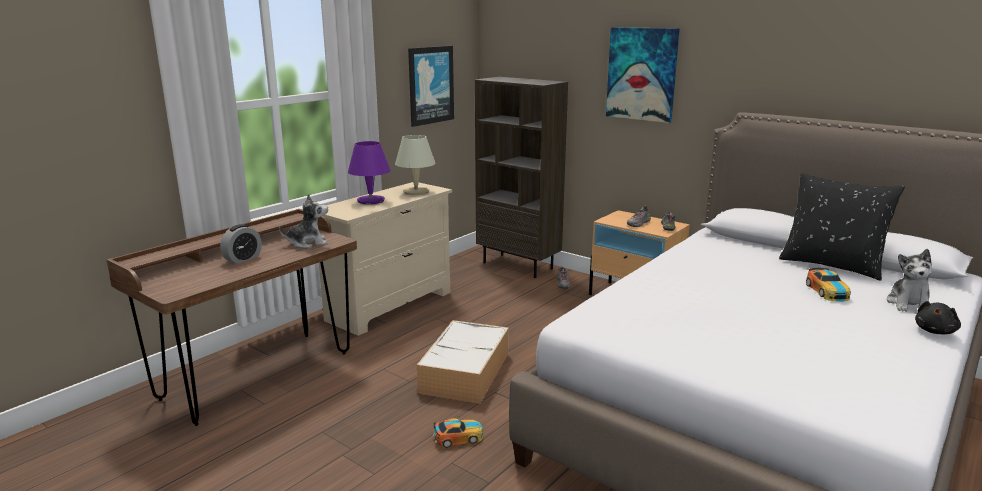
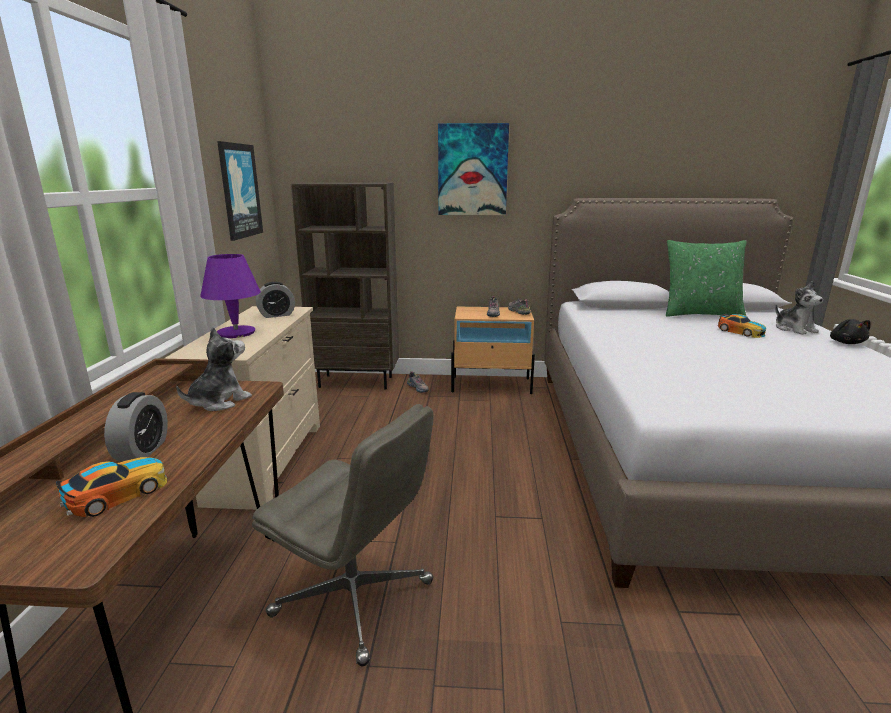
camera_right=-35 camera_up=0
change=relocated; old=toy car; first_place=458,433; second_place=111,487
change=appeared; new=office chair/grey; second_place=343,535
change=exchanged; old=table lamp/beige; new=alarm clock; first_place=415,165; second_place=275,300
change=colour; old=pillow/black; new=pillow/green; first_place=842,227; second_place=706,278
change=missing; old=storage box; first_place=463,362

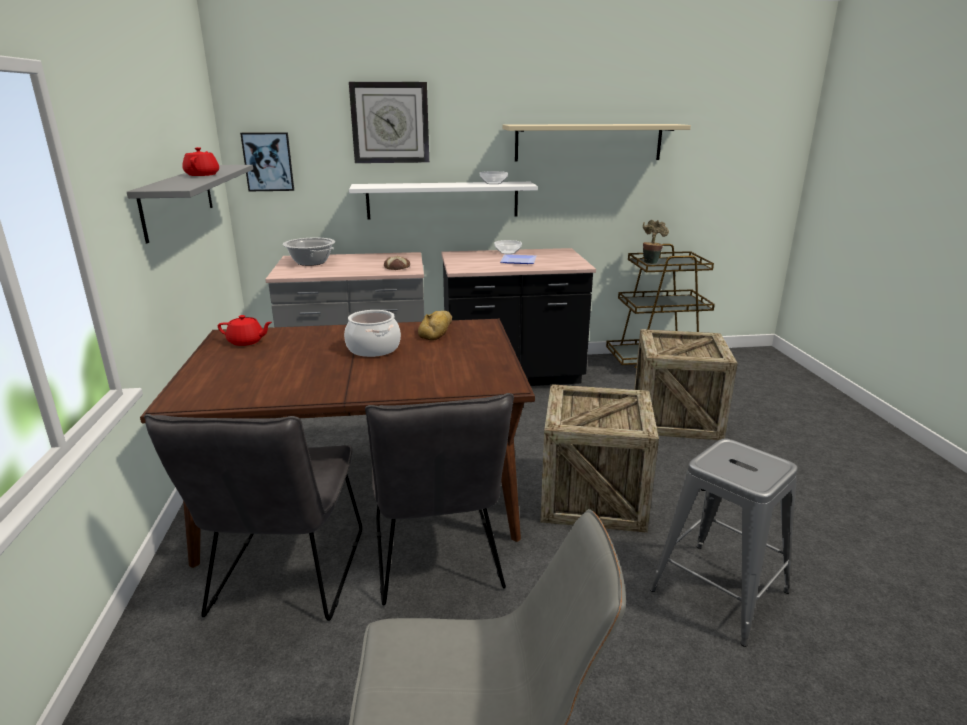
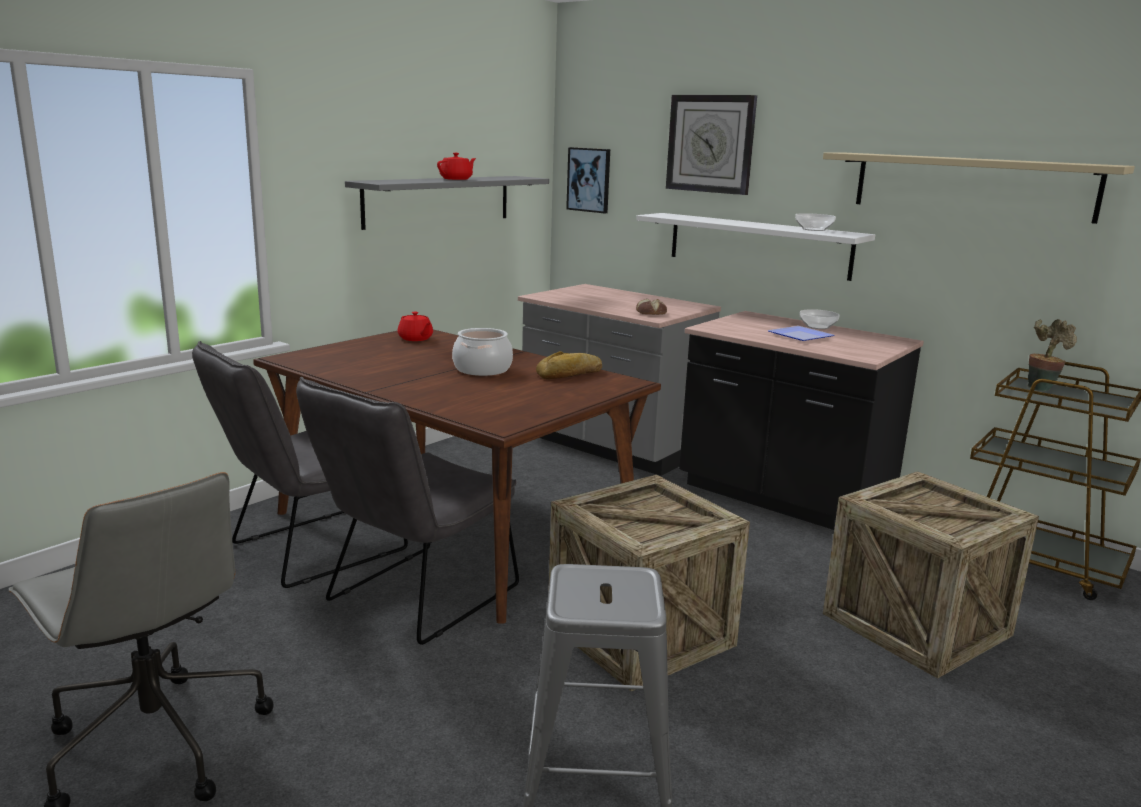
camera_right=45 camera_up=-5
change=missing; old=cooking pot; first_place=309,252

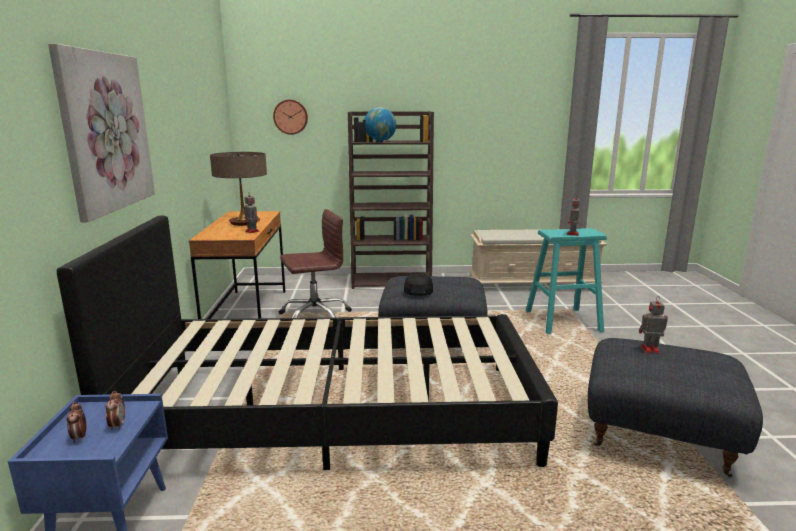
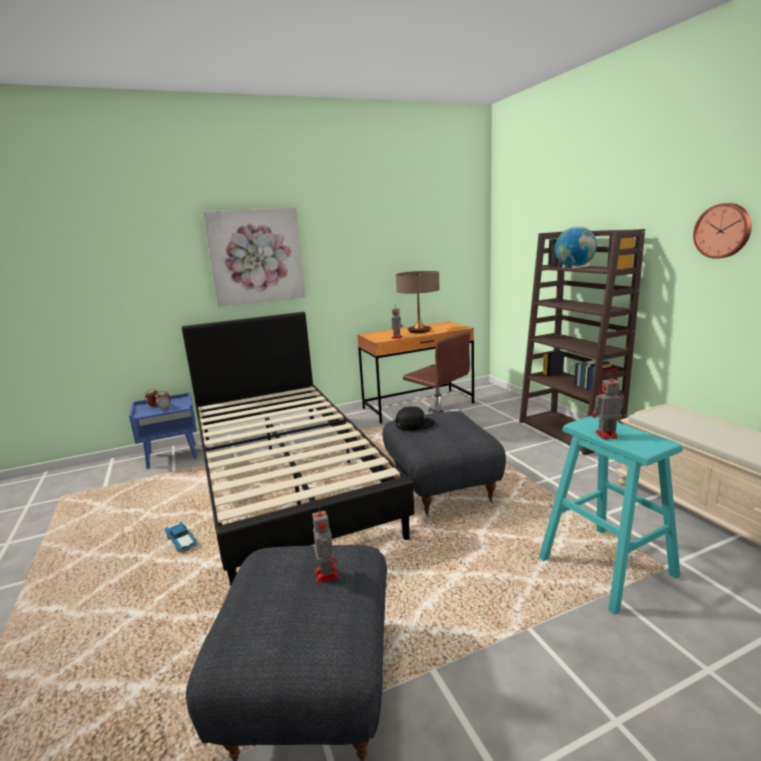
camera_right=70 camera_up=0
change=appeared; new=toy car; second_place=181,537
change=relocated; old=wall clock; first_place=290,117; second_place=722,231

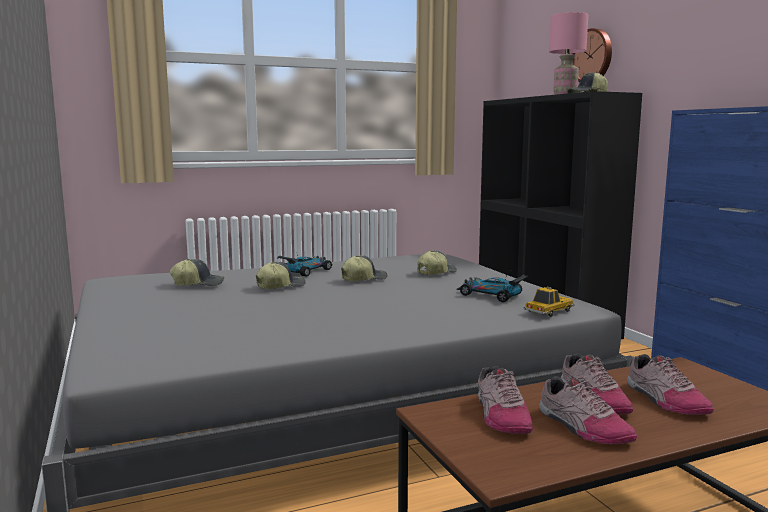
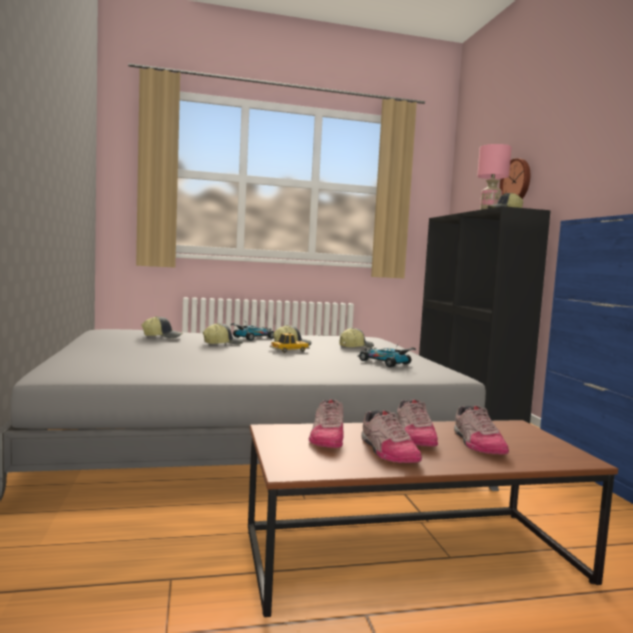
camera_right=10 camera_up=-5
change=relocated; old=toy car; first_place=549,301; second_place=290,342

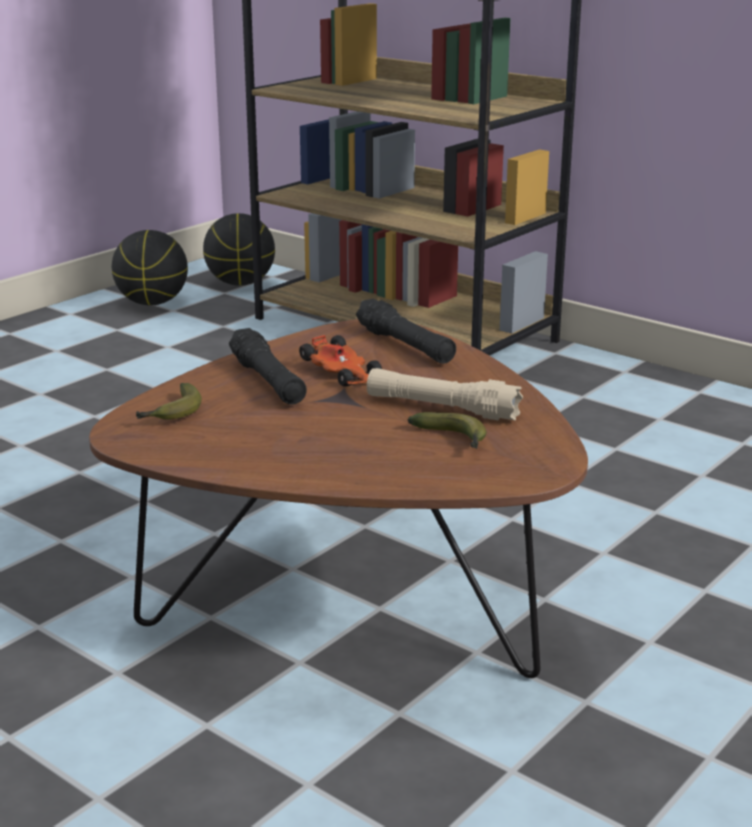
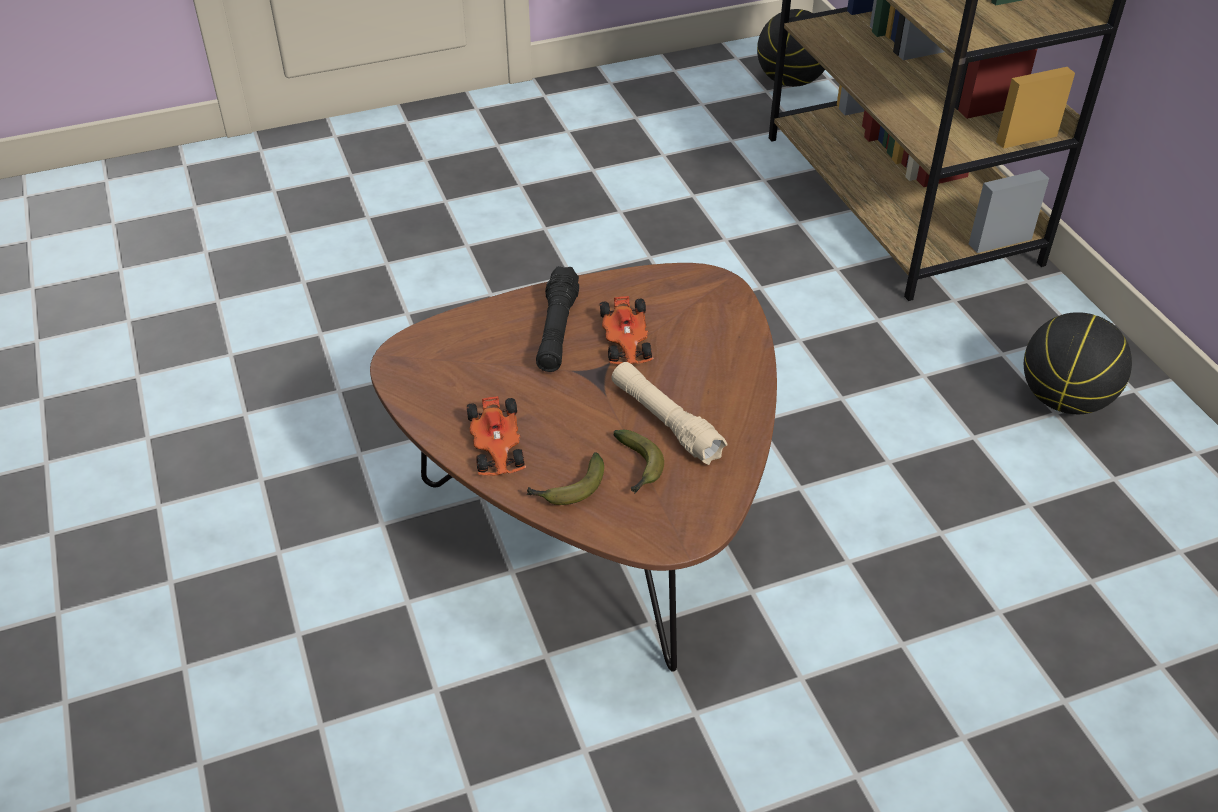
camera_right=30 camera_up=20
change=appeared; new=toy car; second_place=496,435
change=relocated; old=banana; first_place=169,401; second_place=565,478
change=relocated; old=basketball; first_place=150,267; second_place=1078,363
change=missing; old=flashlight/black; first_place=406,331

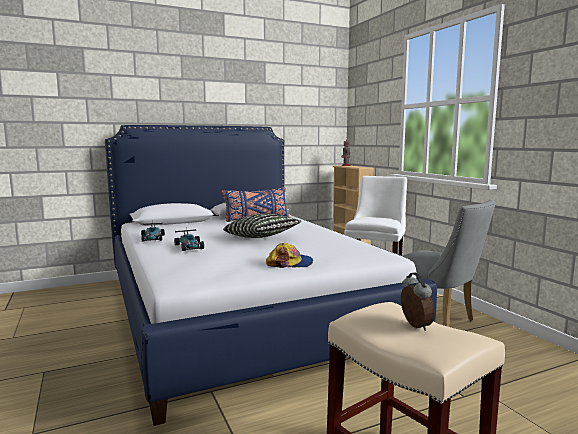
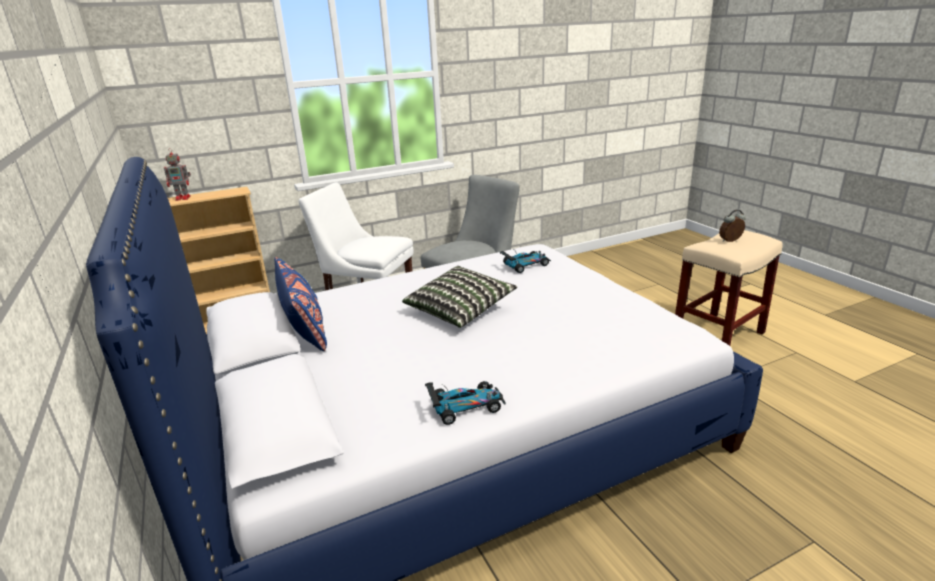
camera_right=-90 camera_up=15
change=relocated; old=toy car; first_place=189,238; second_place=525,262
change=missing; old=cap; first_place=289,255

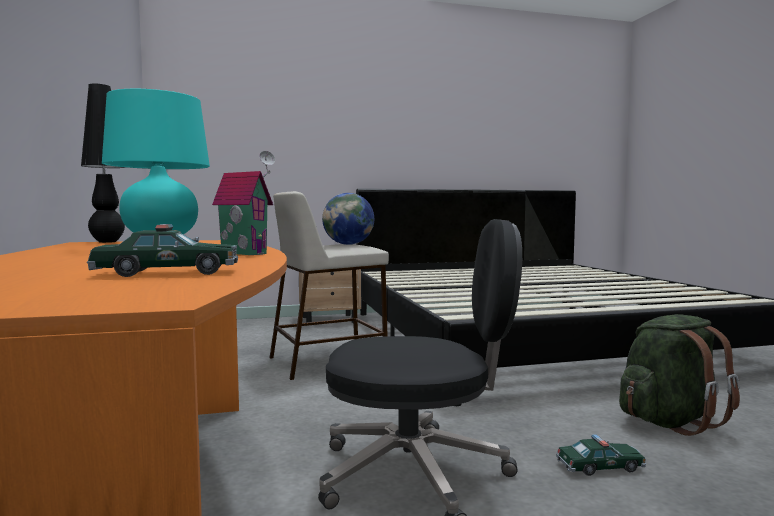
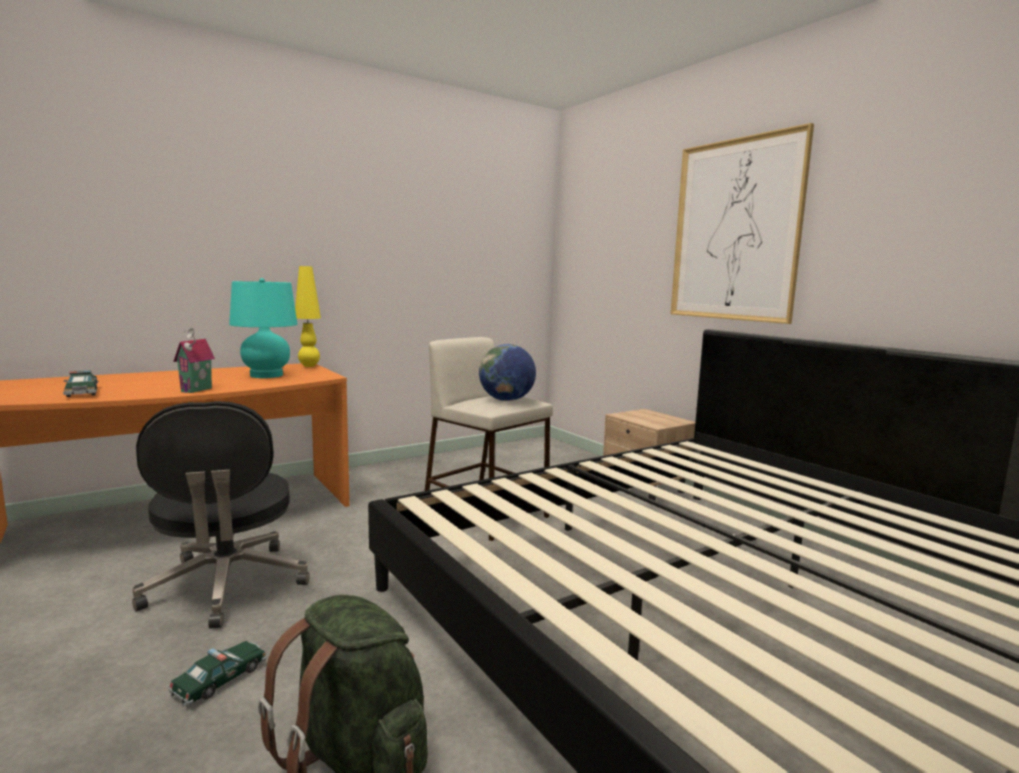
camera_right=70 camera_up=5
change=spun; old=toy car; first_place=601,455; second_place=217,673; degrees=-120
change=colour; old=table lamp/black; new=table lamp/yellow; first_place=103,163; second_place=308,316
change=appeared; new=picture; second_place=742,223

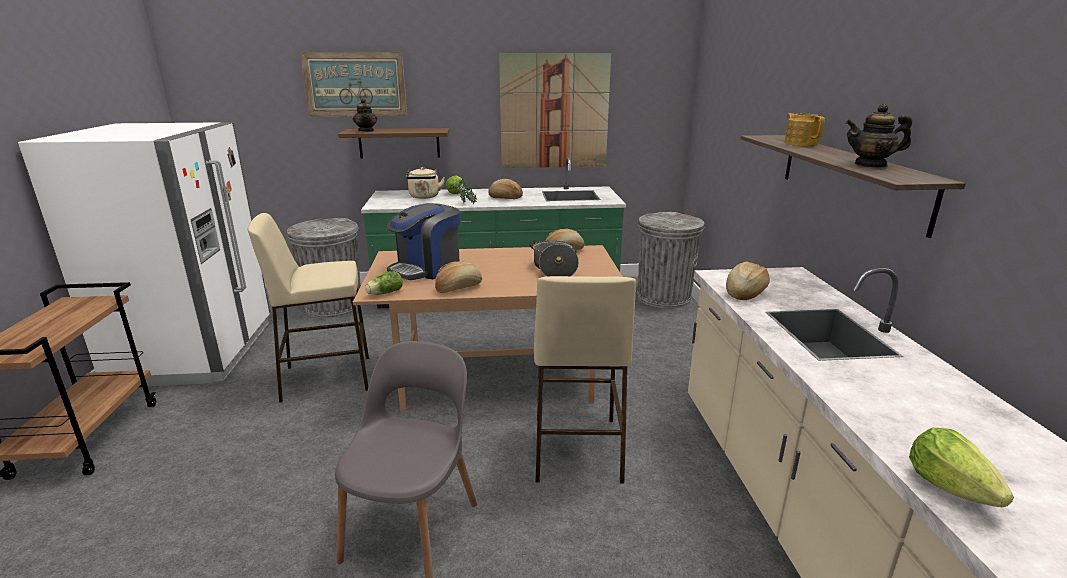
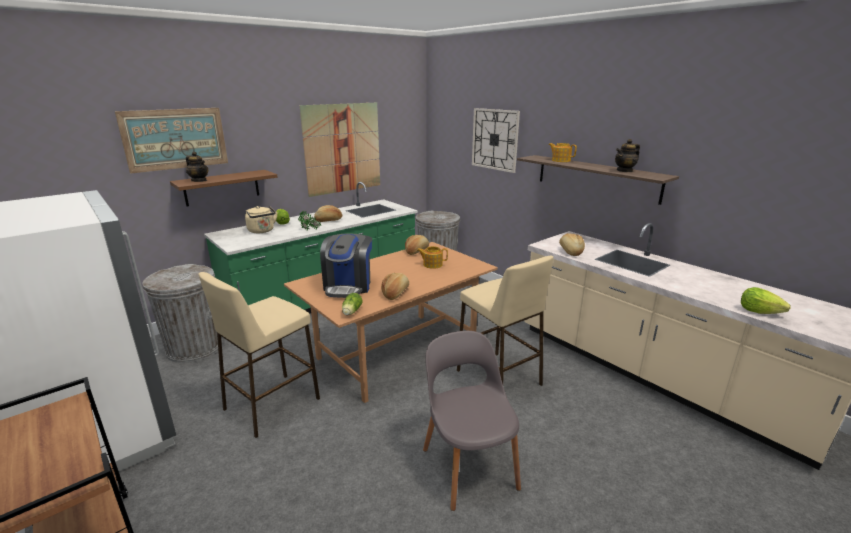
camera_right=-35 camera_up=0
change=exchanged; old=cooking pot; new=teapot; first_place=554,258; second_place=432,257
change=appeared; new=wall clock; second_place=496,140

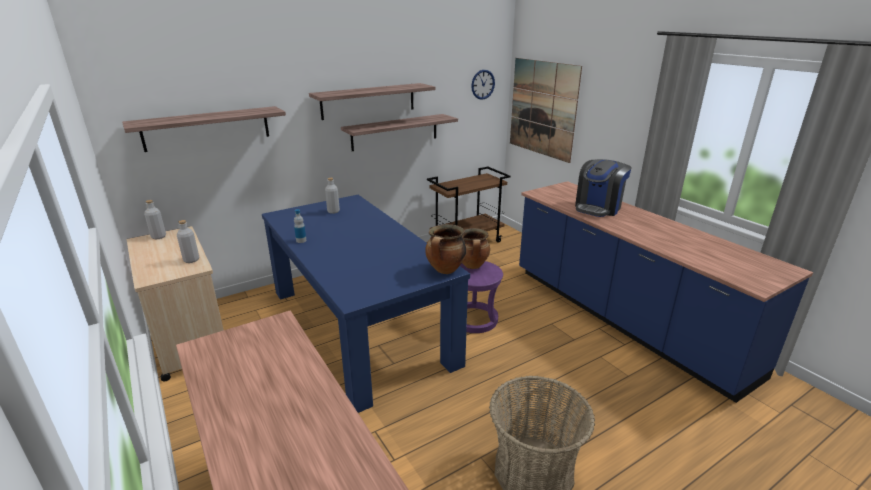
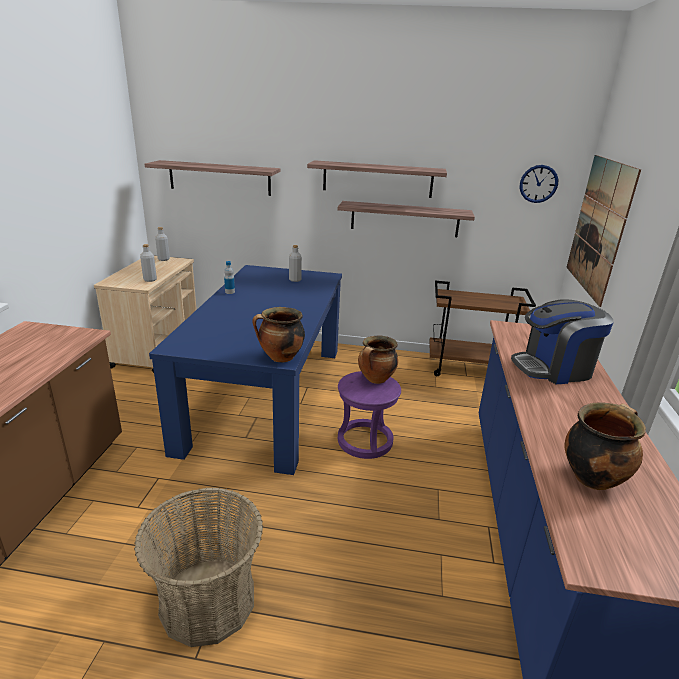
camera_right=40 camera_up=0
change=appeared; new=cooking pot; second_place=605,446

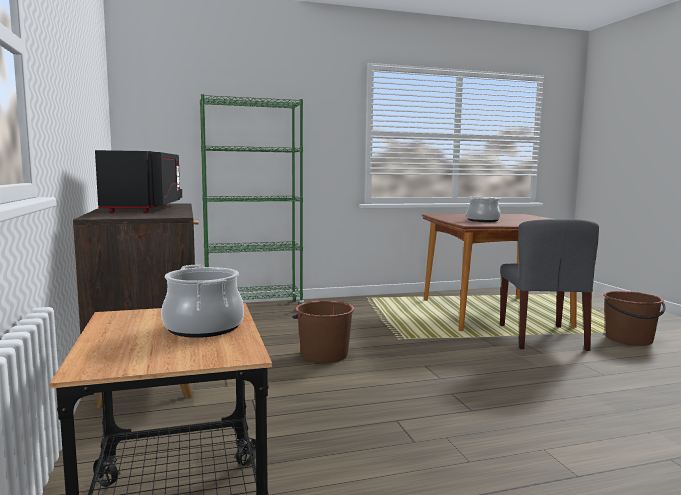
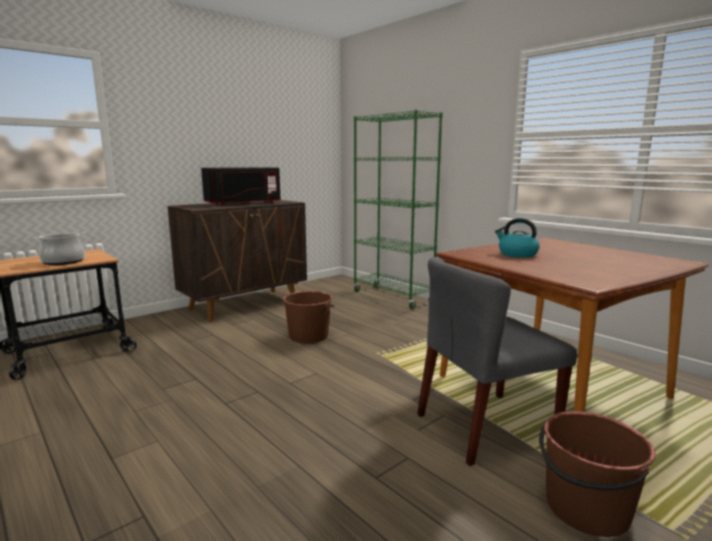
camera_right=65 camera_up=5
change=exchanged; old=cooking pot; new=kettle; first_place=484,209; second_place=517,238

